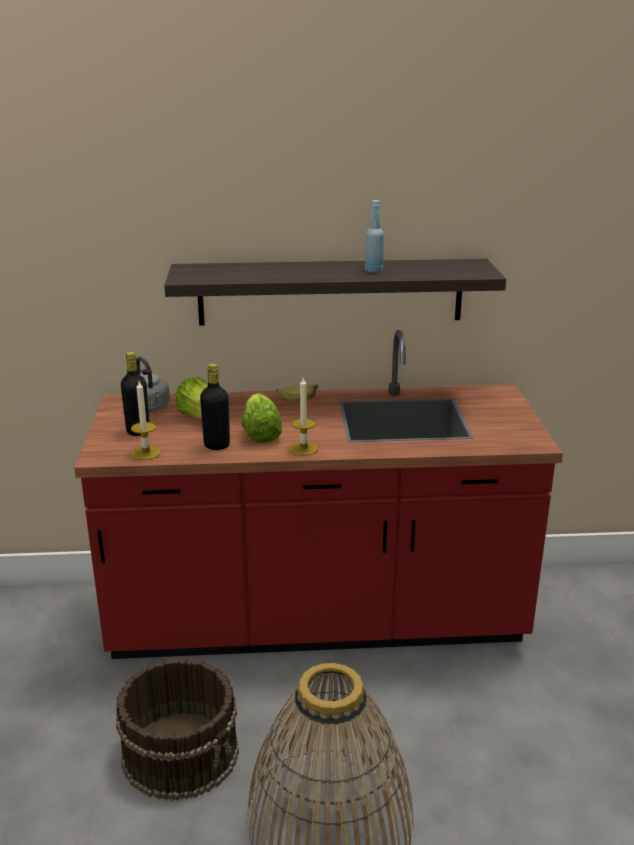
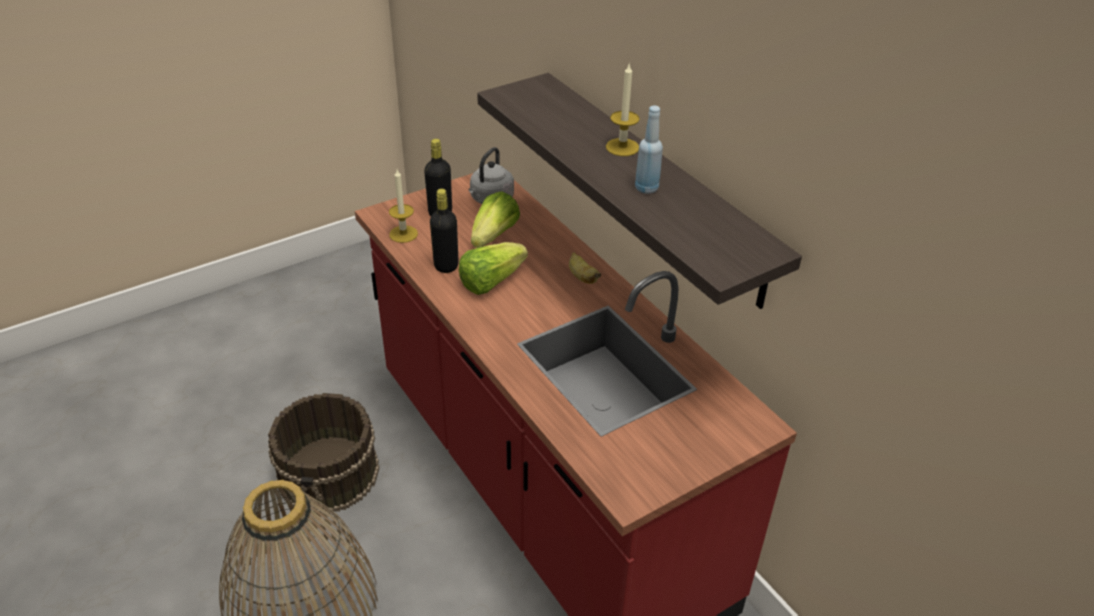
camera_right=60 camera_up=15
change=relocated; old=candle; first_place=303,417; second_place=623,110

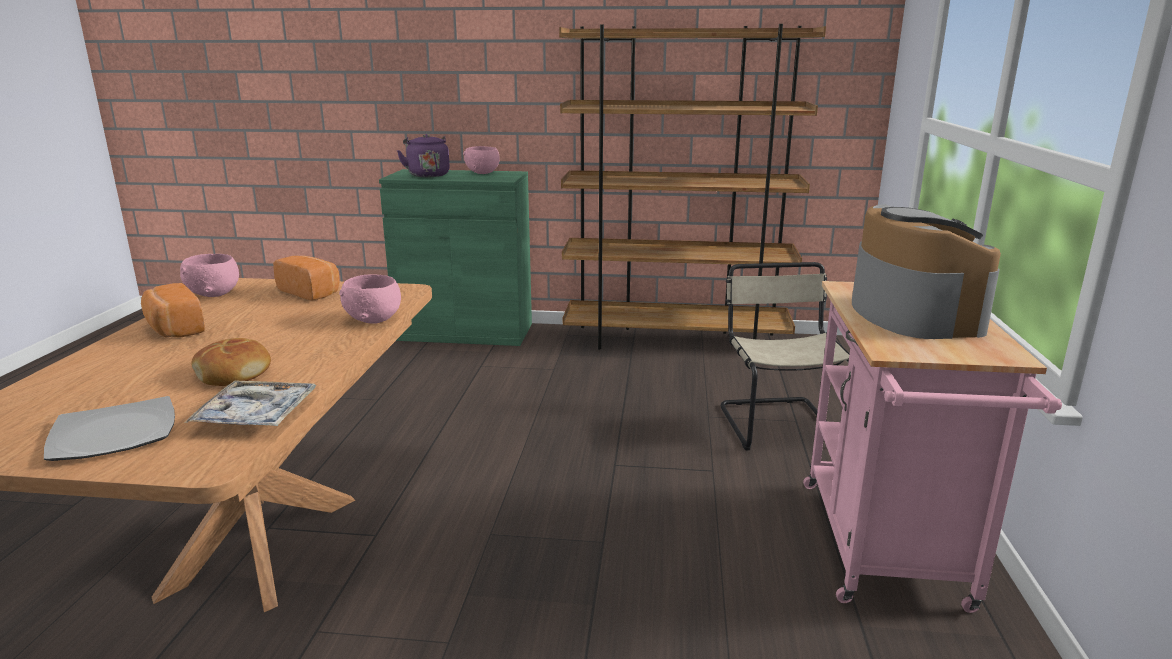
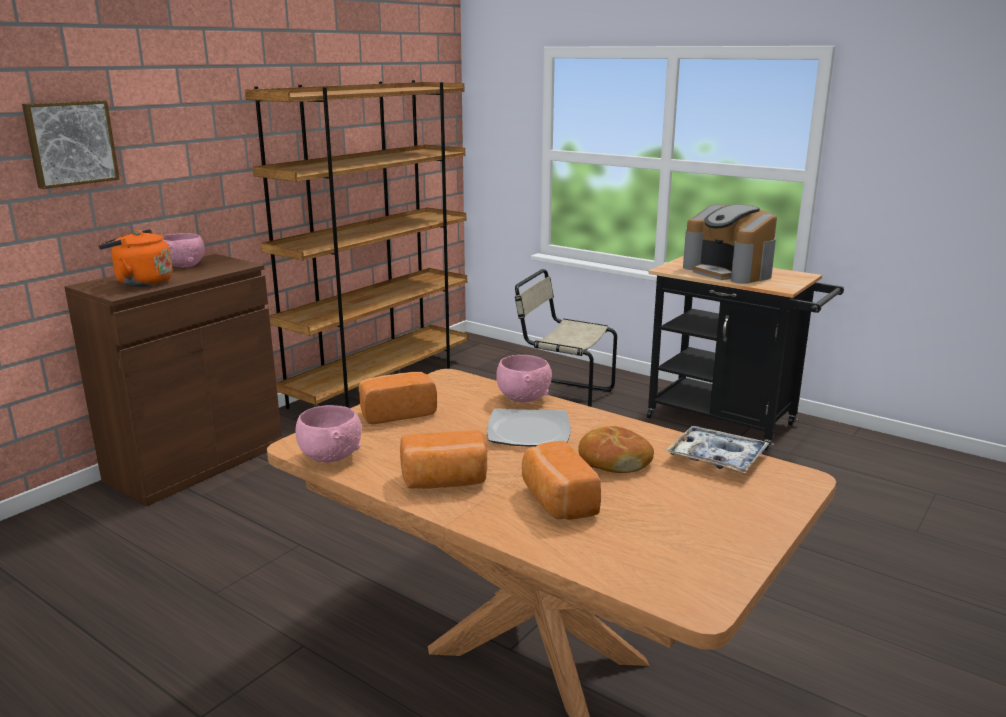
camera_right=-60 camera_up=0
change=appeared; new=picture; second_place=71,144
change=colour; old=cabinet/green; new=cabinet/brown; first_place=455,257; second_place=173,380
change=colour; old=kettle/purple; new=kettle/orange; first_place=423,155; second_place=135,258
change=relocated; old=plate; first_place=109,428; second_place=529,427
change=appeared; new=bread; second_place=561,480
change=colour; old=cart/pink; new=cart/black; first_place=932,447; second_place=745,353
change=spun; old=coffee machine; first_place=926,271; second_place=730,244; degrees=-150

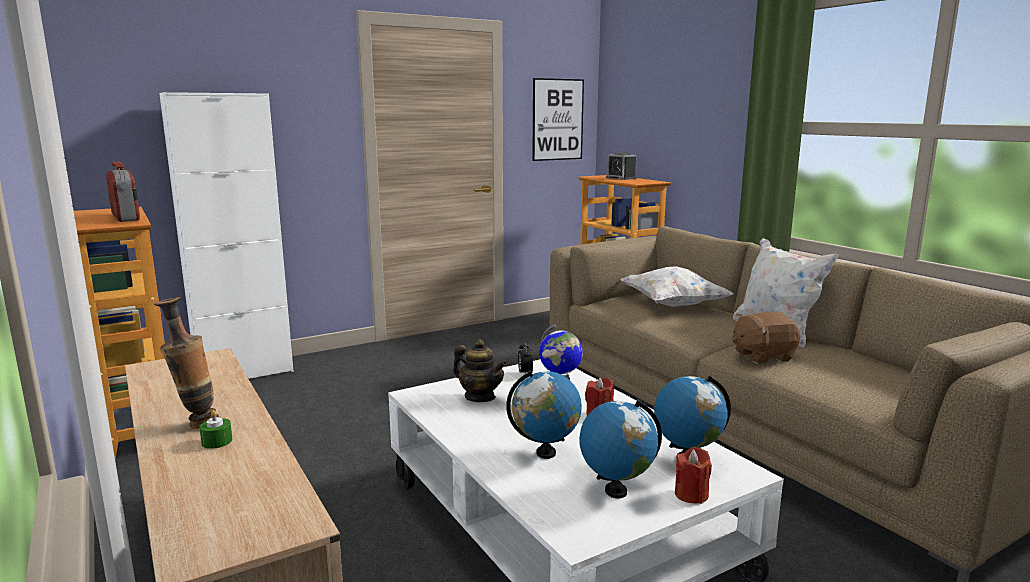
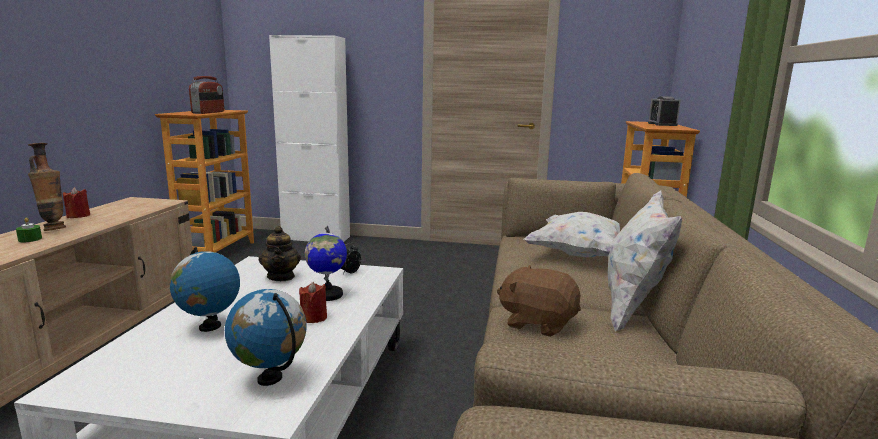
camera_right=40 camera_up=0
change=relocated; old=candle/red; first_place=693,475; second_place=76,202
change=missing; old=picture; first_place=558,119
change=missing; old=globe; first_place=620,449

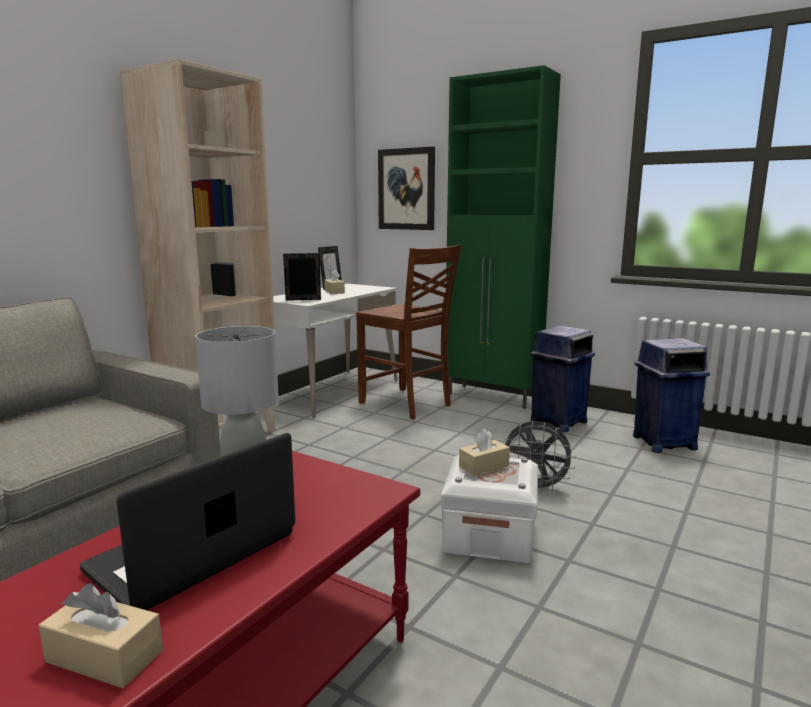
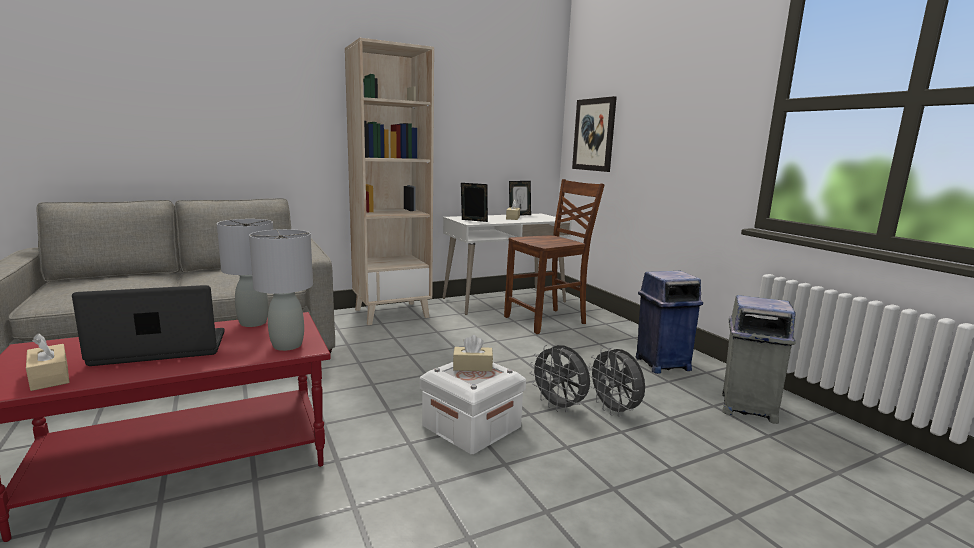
camera_right=30 camera_up=0
change=appeared; new=table lamp/grey; second_place=281,290
change=spun; old=chair/brown; first_place=408,332; second_place=554,256; degrees=-105
change=appeared; new=fan/grey; second_place=616,382
change=colour; old=trash can/blue; new=trash can/grey; first_place=671,395; second_place=759,359
change=missing; old=cabinet/green; first_place=503,237

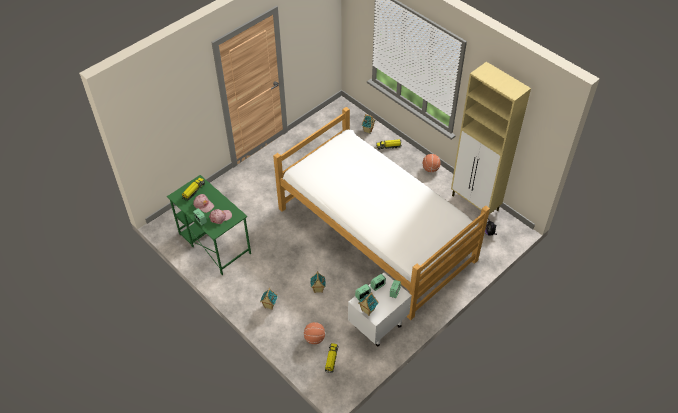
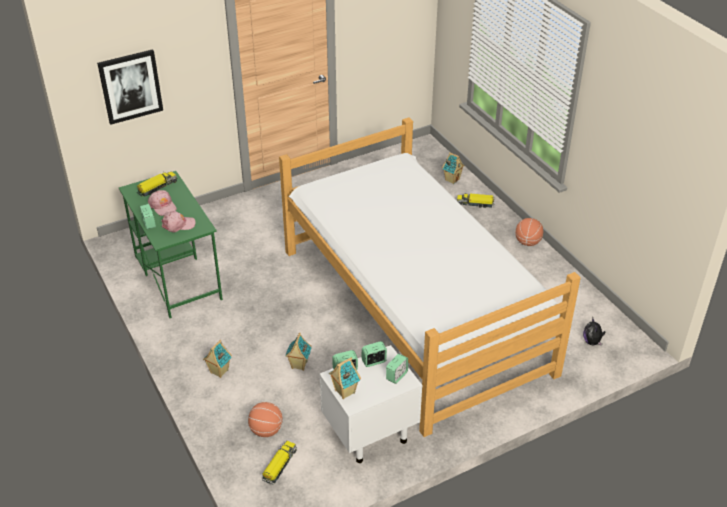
camera_right=15 camera_up=-10
change=appeared; new=picture; second_place=130,86
change=missing; old=cabinet/beige; first_place=491,138

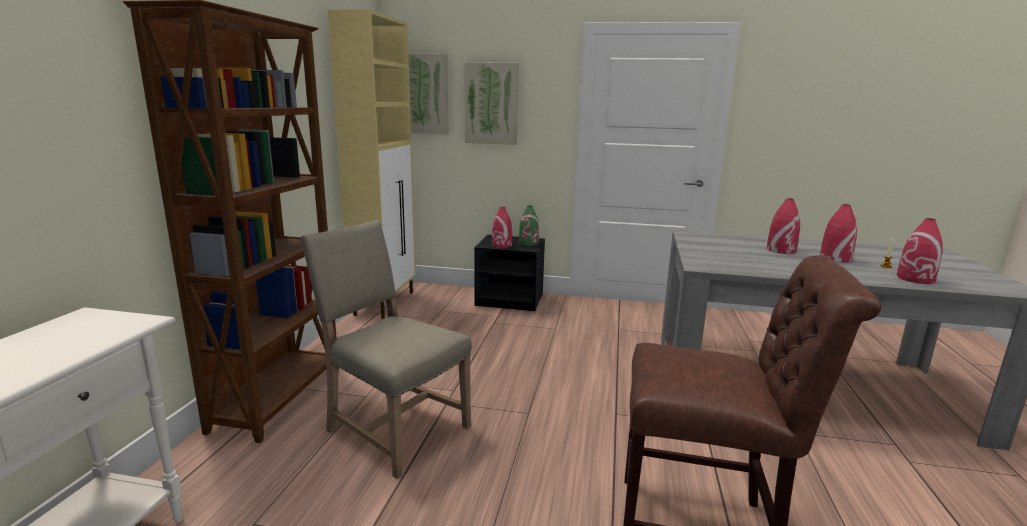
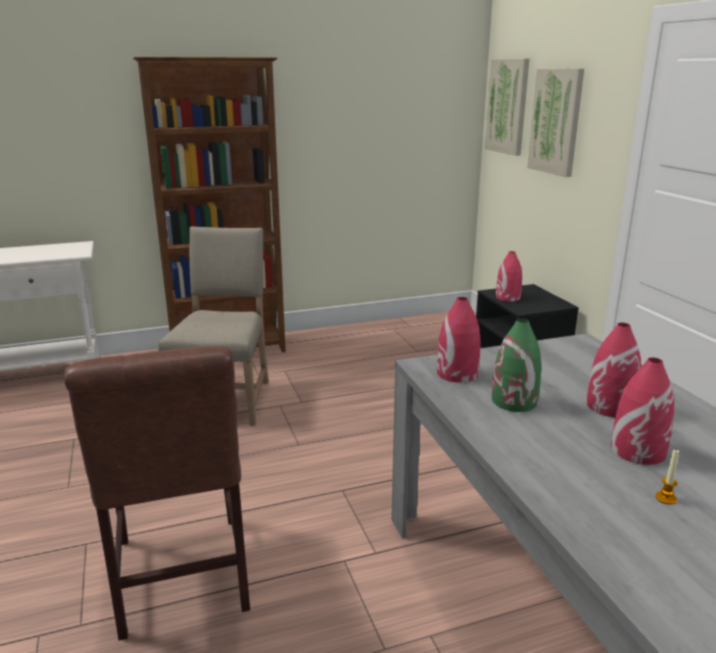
camera_right=60 camera_up=5
change=relocated; old=vase/red; first_place=920,251; second_place=459,340
change=relocated; old=vase/green; first_place=529,226; second_place=516,365
change=missing; old=cabinet/beige; first_place=372,164

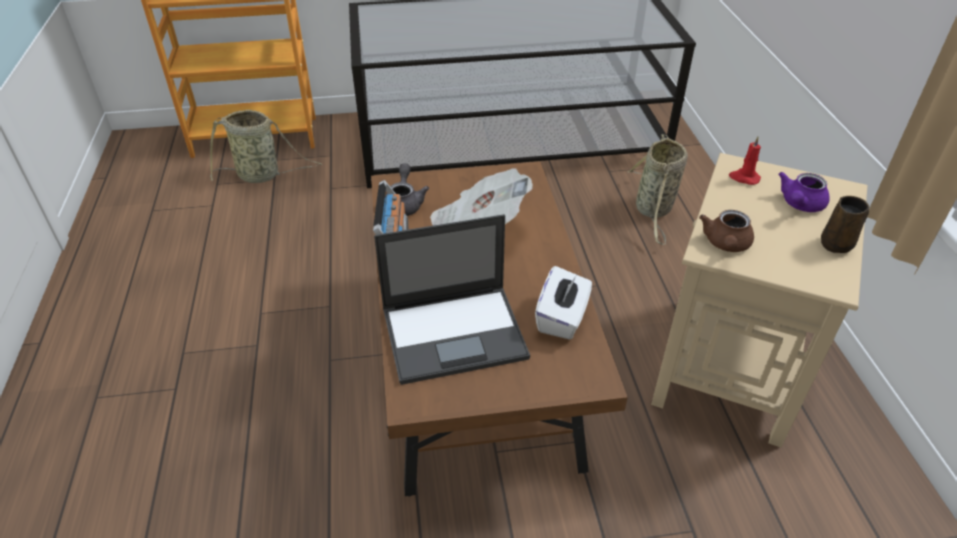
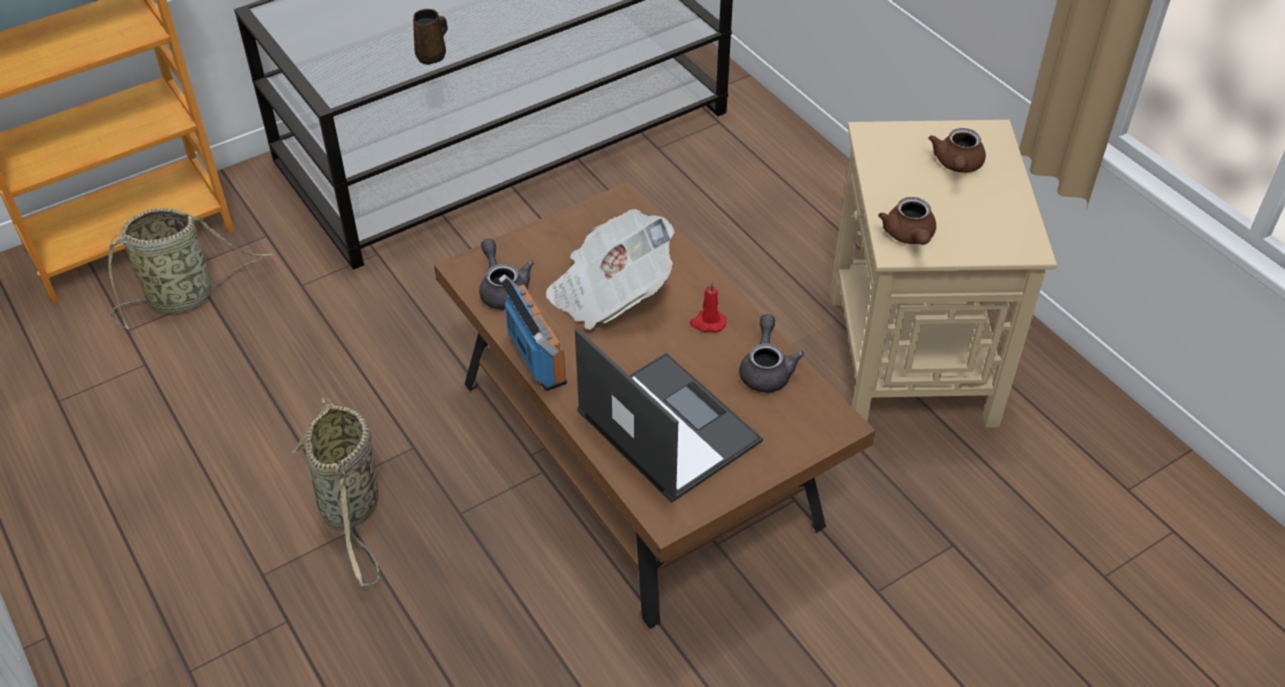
camera_right=-25 camera_up=5
change=relocated; old=basket; first_place=658,189; second_place=336,492
change=relocated; old=mug/brown; first_place=845,224; second_place=430,37
change=spun; old=laptop; first_place=452,299; second_place=669,415; degrees=-90
change=relocated; old=candle/red; first_place=745,160; second_place=708,306
change=exchanged; old=tissue box/white; new=teapot/grey; first_place=563,303; second_place=771,353
change=colour; old=teapot/purple; new=teapot/brown; first_place=804,192; second_place=957,150

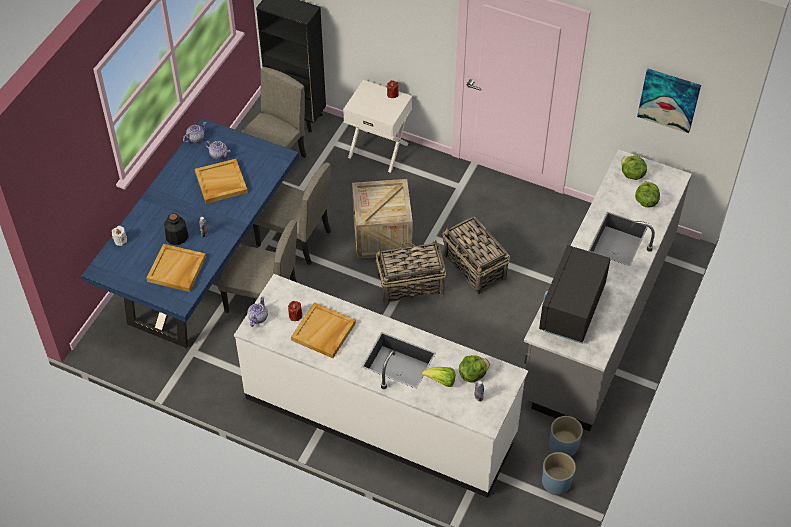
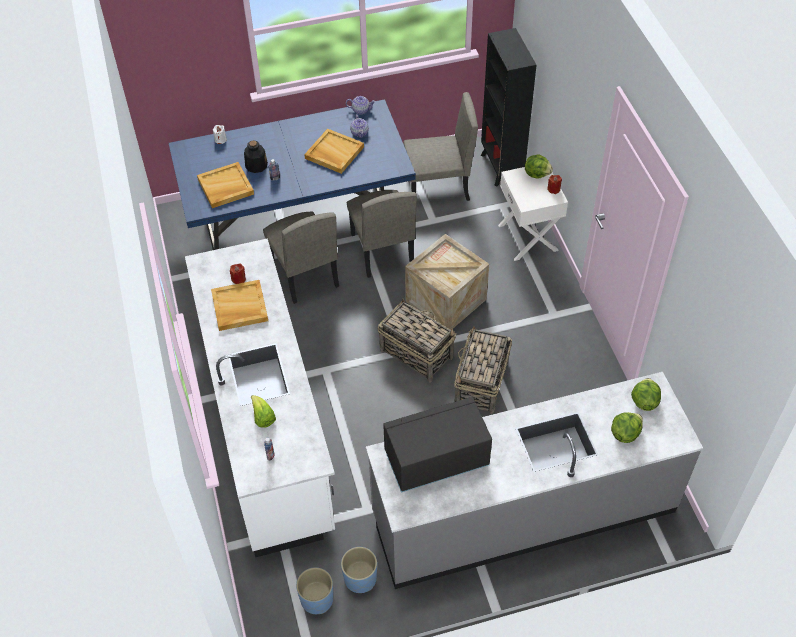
camera_right=50 camera_up=0
change=relocated; old=lettuce; first_place=474,369; second_place=539,166
change=missing; old=teapot; first_place=257,311
change=missing; old=picture; first_place=669,101

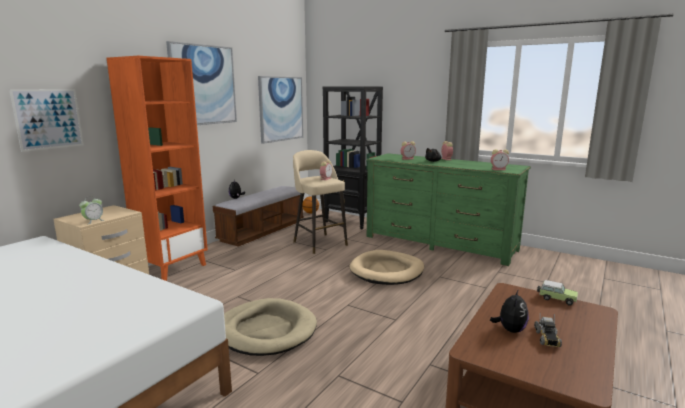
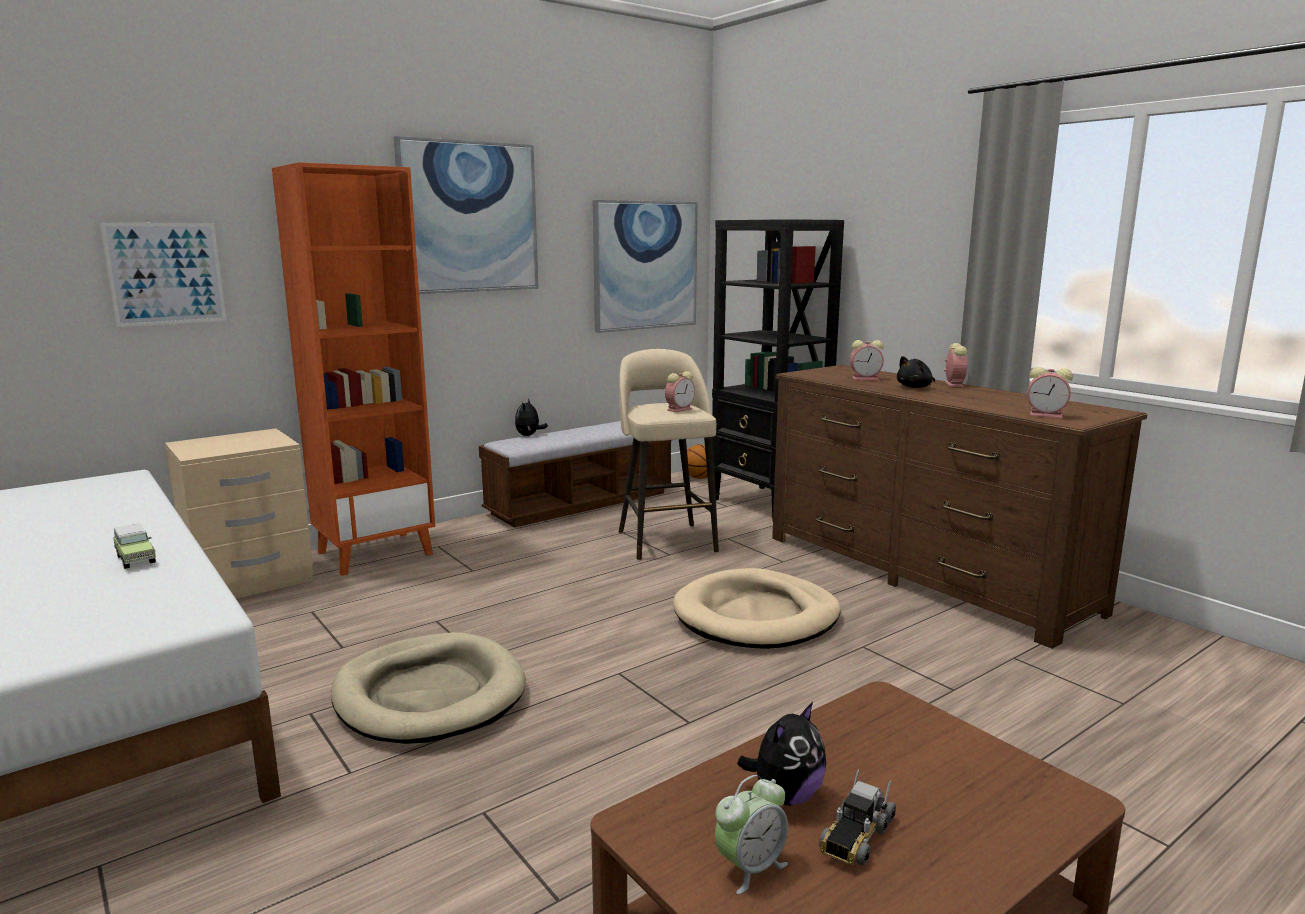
camera_right=20 camera_up=0
change=relocated; old=toy car; first_place=557,293; second_place=134,546
change=relocated; old=alarm clock; first_place=91,210; second_place=751,834
change=colour; old=dresser/green; new=dresser/brown; first_place=448,209; second_place=959,507

